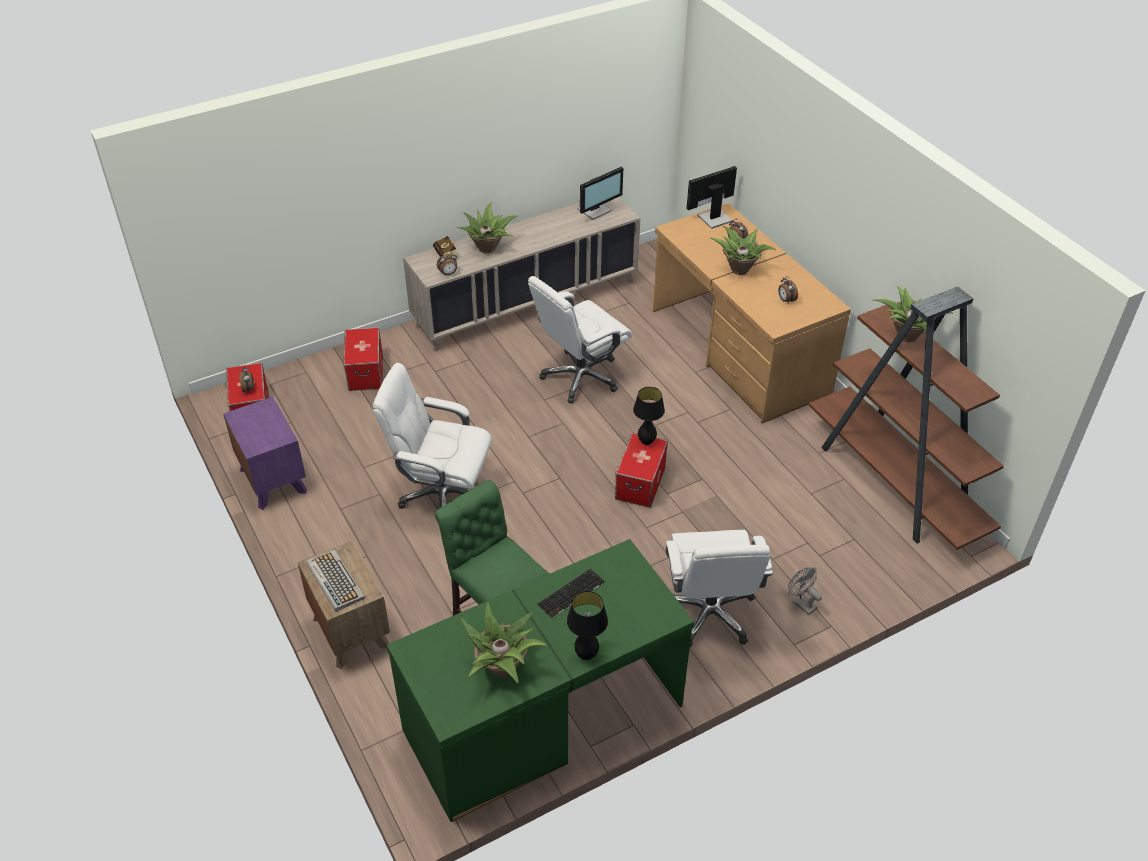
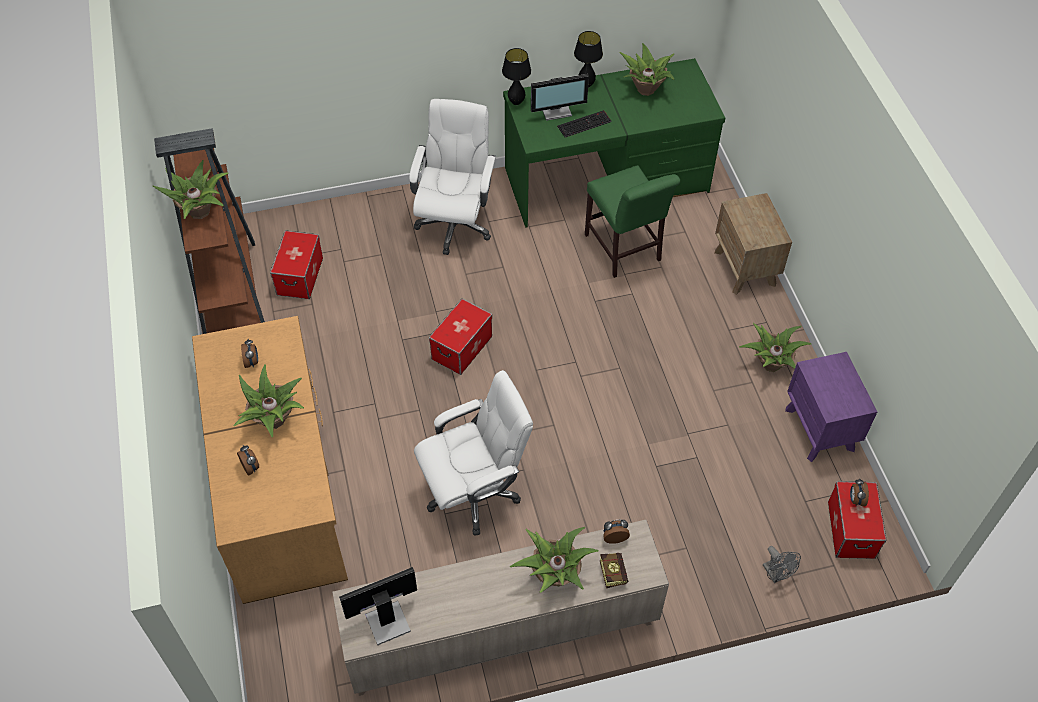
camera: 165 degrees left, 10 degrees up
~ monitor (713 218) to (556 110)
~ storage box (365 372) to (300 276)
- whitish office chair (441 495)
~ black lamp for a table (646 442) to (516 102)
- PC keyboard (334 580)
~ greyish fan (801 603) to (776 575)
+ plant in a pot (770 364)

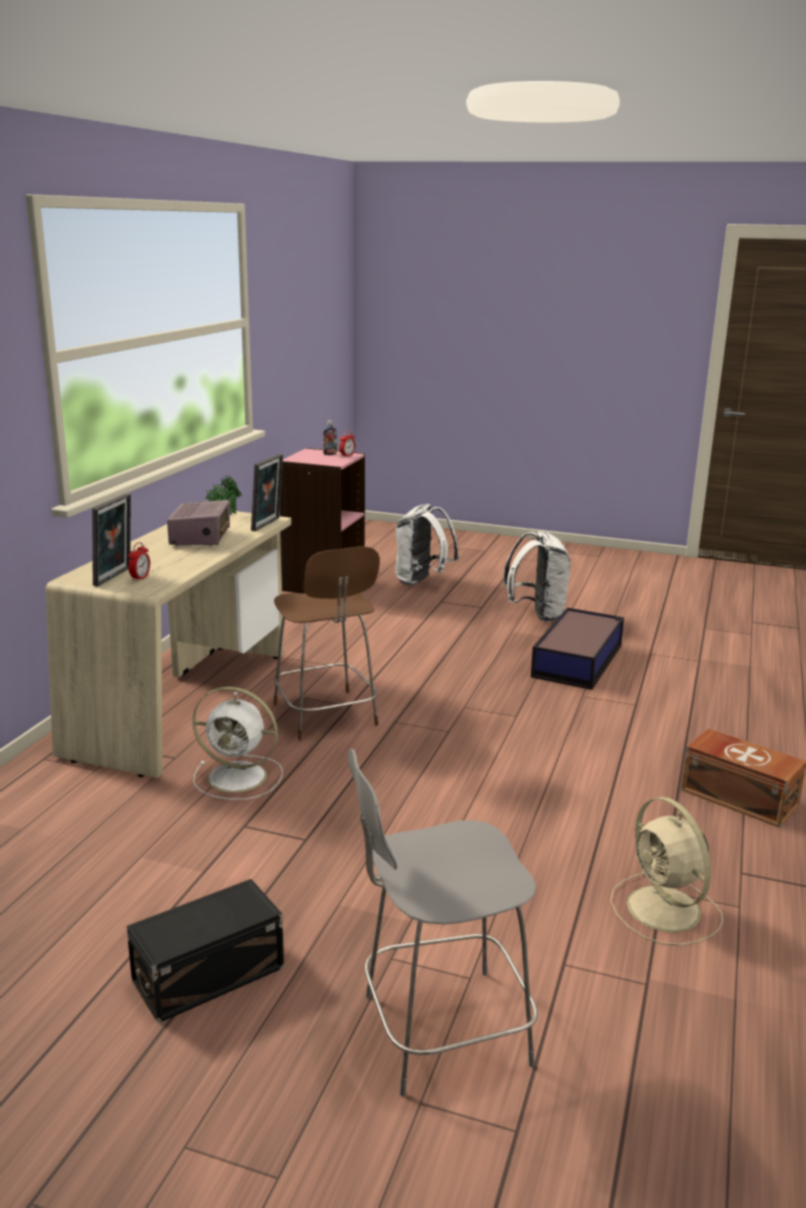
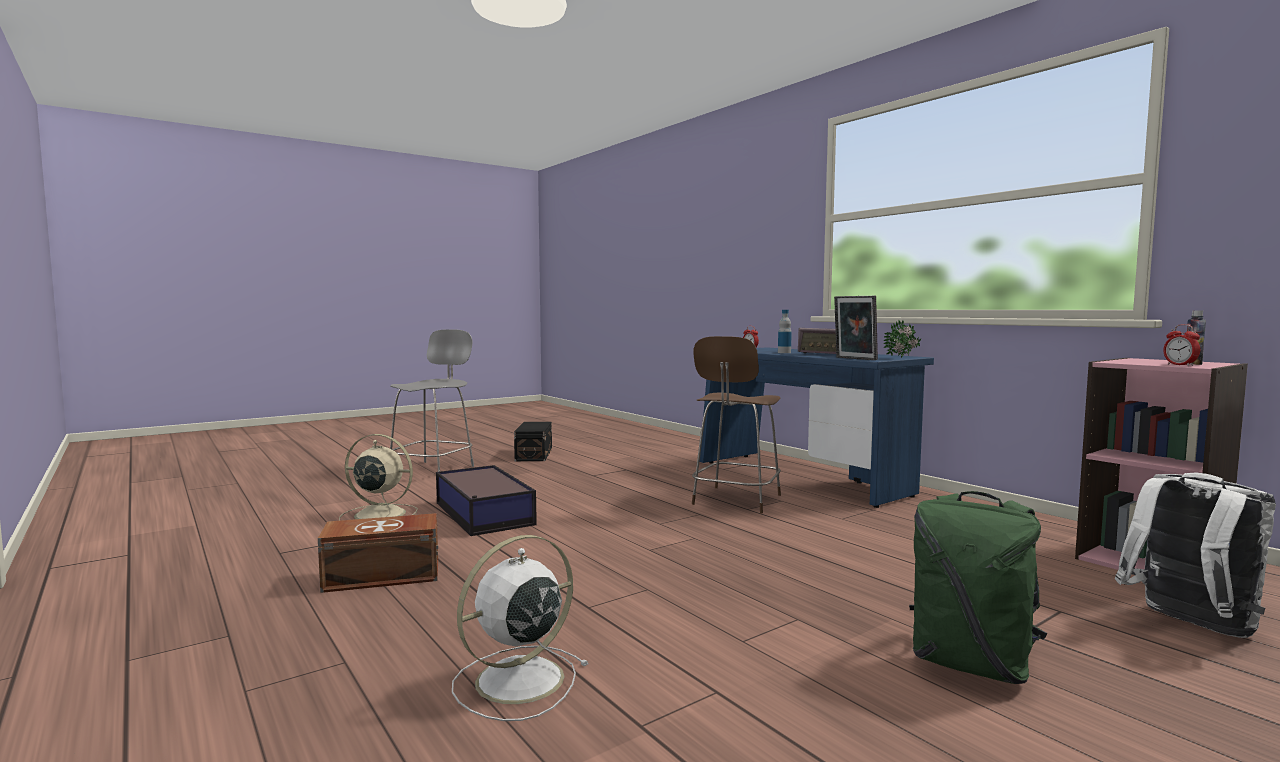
camera: 125 degrees right, 15 degrees down
- standing frame (115 577)
~ beige desk table (186 703) to bluish desk table (803 478)
~ whitish rucksack (537 614) to green-coloured rucksack (971 664)
~ brown upright chair (326 716) = (735 500) 75 degrees counterclockwise
~ storage box (578 660) to (483 514)
~ whitish fan (240 777) to (516 681)
+ bottle (784 352)

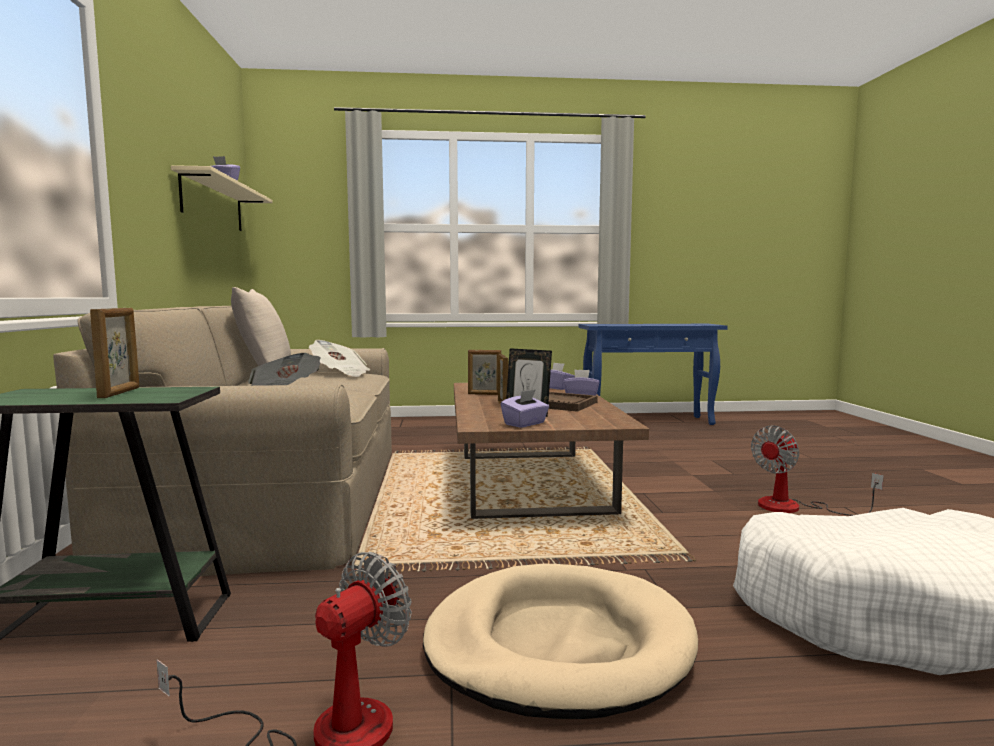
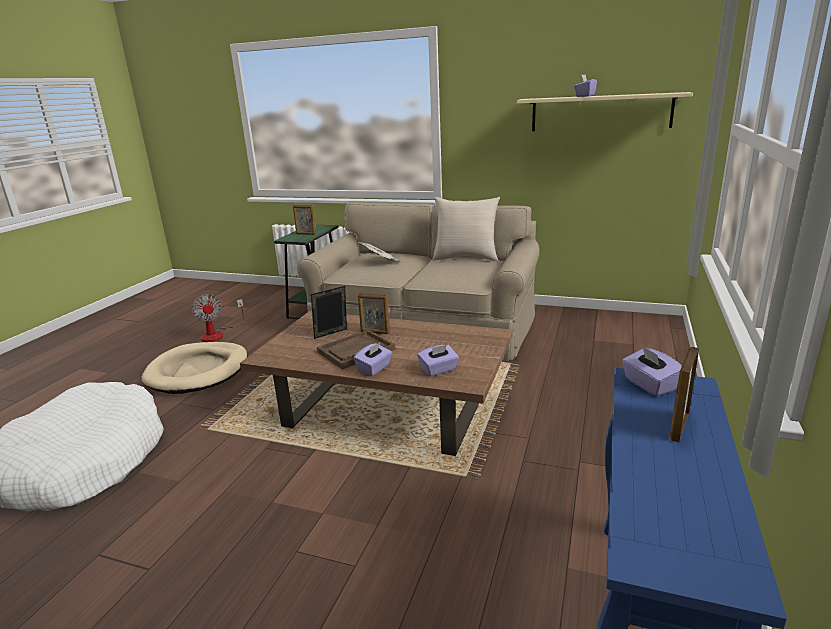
camera: 115 degrees right, 15 degrees up
- newspaper (340 374)
~ standing frame (484 394) to (679 426)
~ purple-coloured tissue box (525 424) to (649 385)
- fan (794 507)

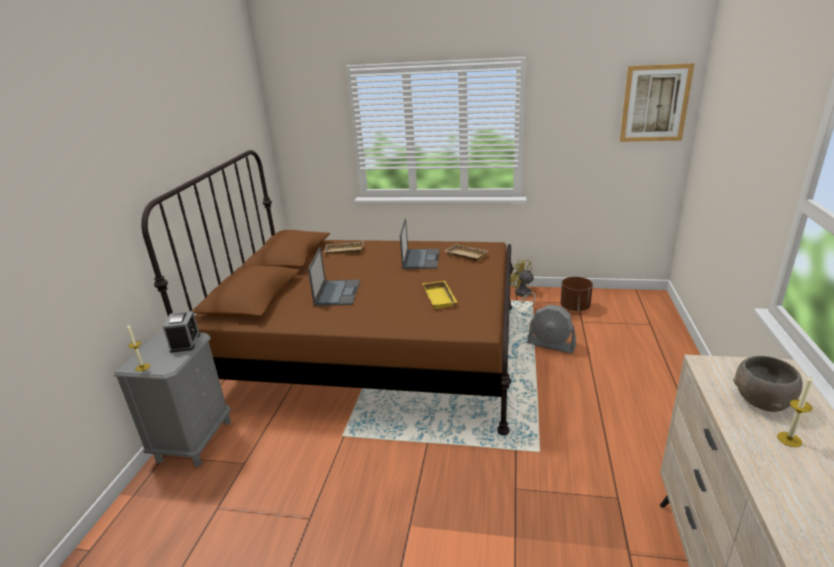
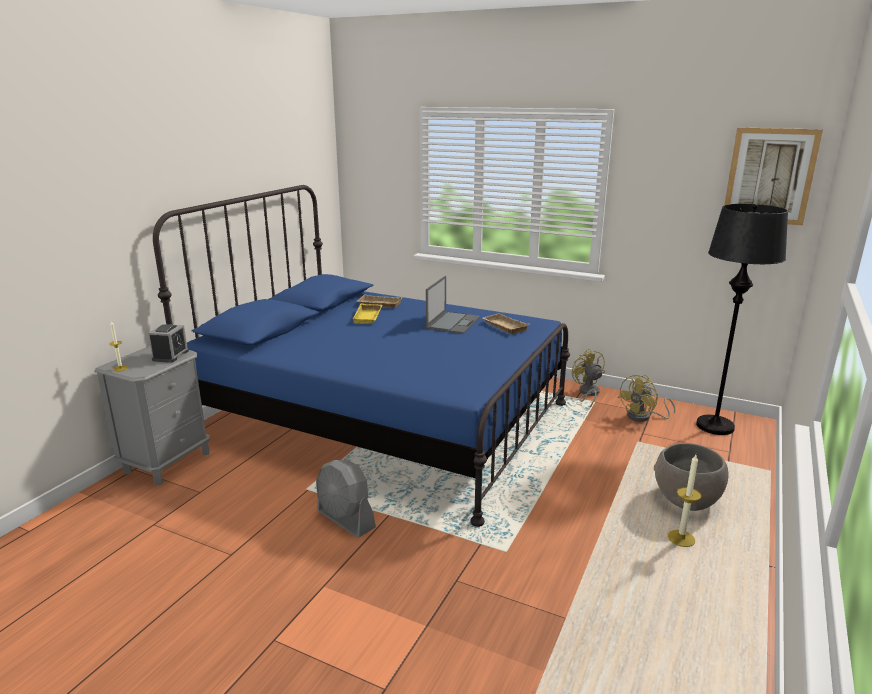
camera: 15 degrees right, 5 degrees down
~ brown bed (371 353) to bluish bed (382 419)
- portable computer (337 292)
~ brown plant pot (575 307) to yellowish fan (643 417)
~ yellowish tray (441 298) to (369 317)
~ greyish fan (551 345) to (345 519)
+ black standing lamp (715 426)

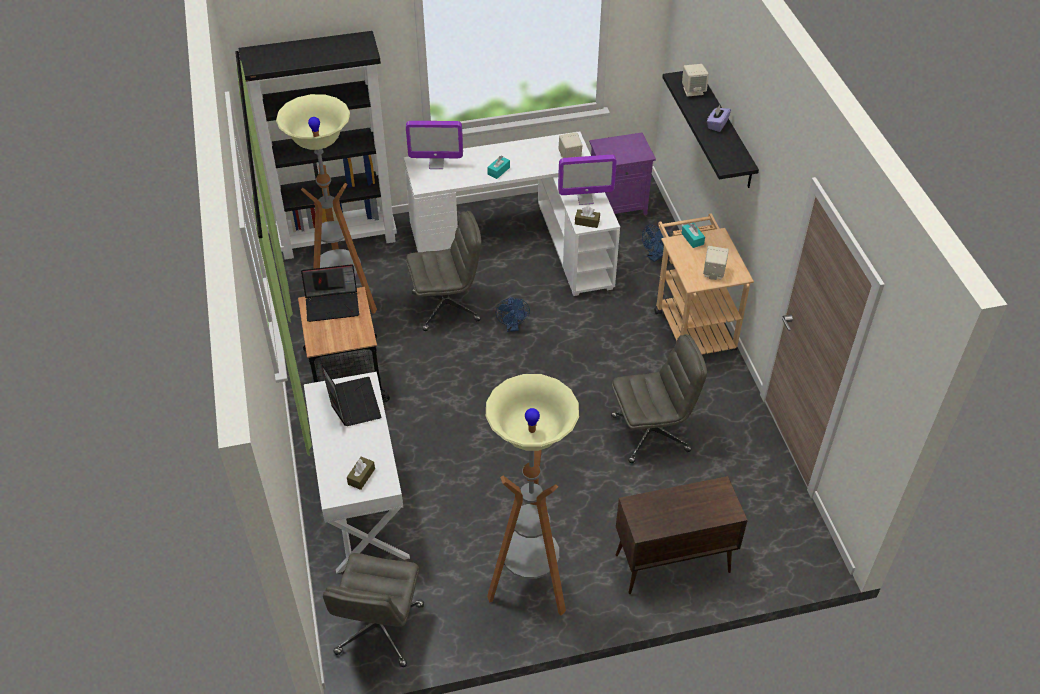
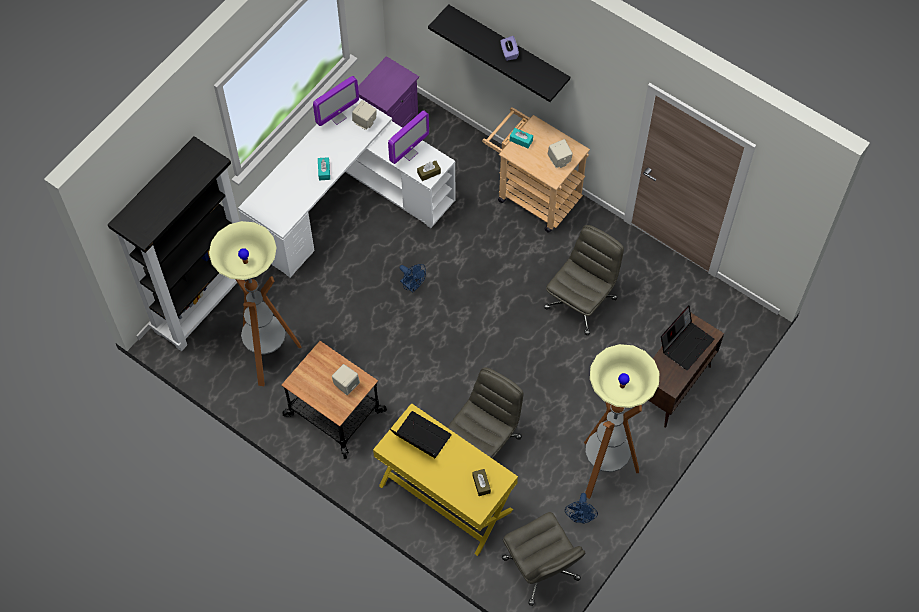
camera: 40 degrees left, 15 degrees up
~ beige speaker (693 91) to (346 385)
~ monitor (436 164) to (337 117)
~ greyish office chair (447 306) to (483 442)
~ bluish fan (654 257) to (580 517)
~ portable computer (333 304) to (685 343)
~ whitish desk table (361 505) to yellowish desk table (445 498)

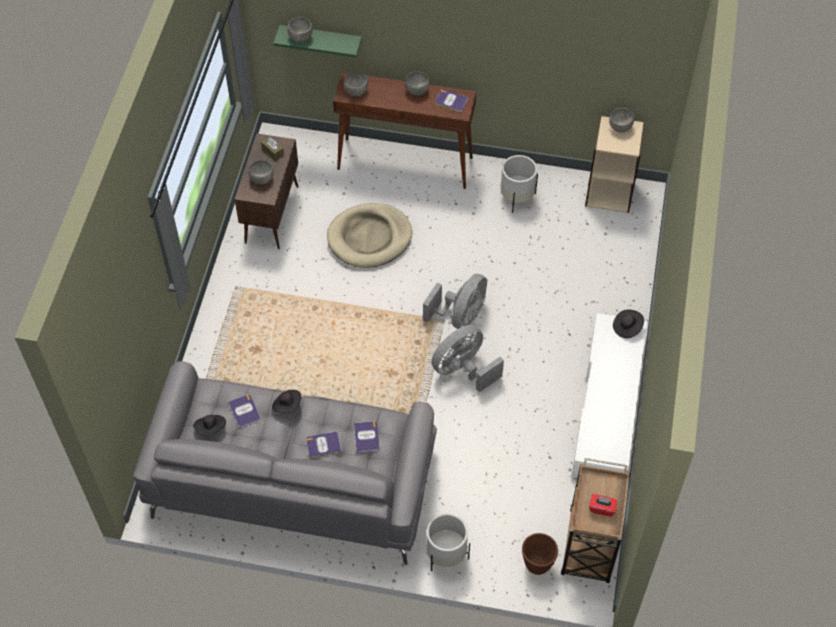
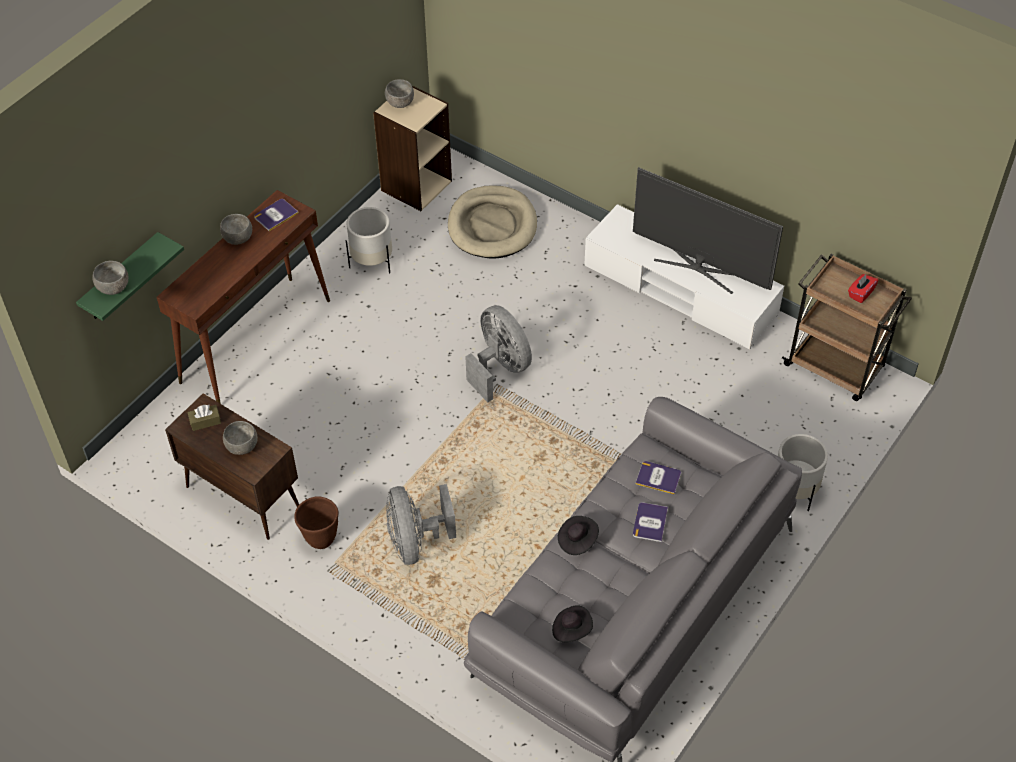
camera: 65 degrees left, 5 degrees down
- greyish serving bowl (356 91)
~ beige pet bed (369 238) to (492 225)
- black hat (627 327)
~ greyish fan (463 369) to (415 542)
- volume (244 411)
~ brown plant pot (537 564) to (320 539)
+ TV (699 267)

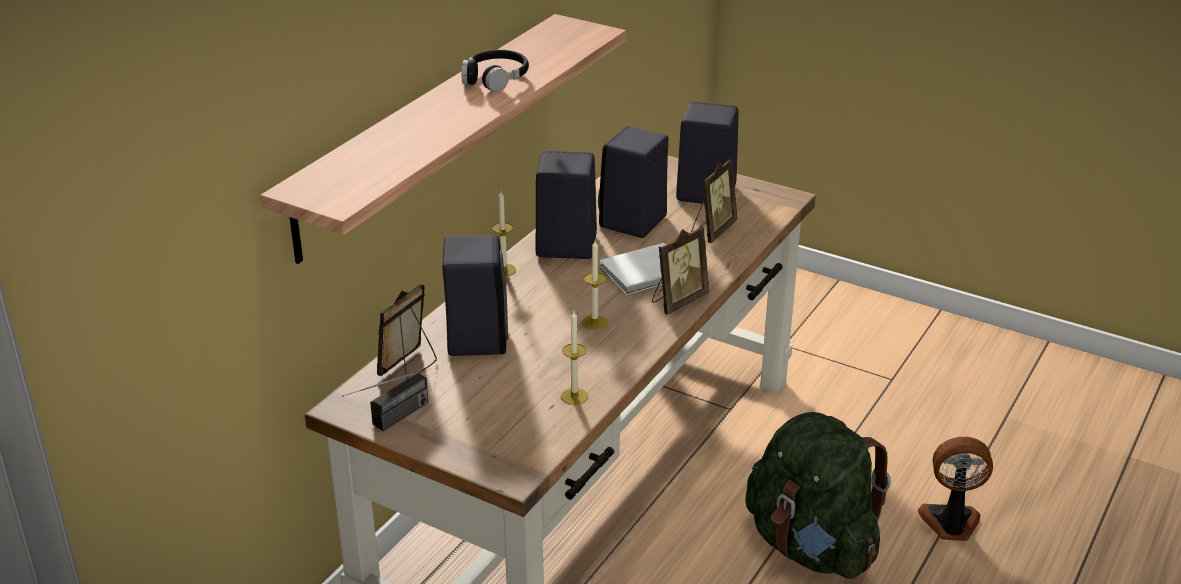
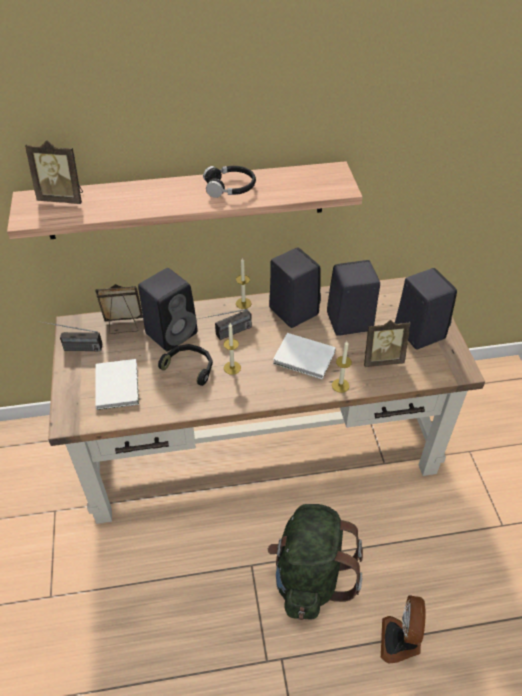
camera: 50 degrees right, 15 degrees up
~ standing frame (677 301) to (63 198)
~ candle (574 396) to (340 385)
~ fan (950 524) = (400 641) 135 degrees counterclockwise
+ radio (225 335)
+ black headphones (190 367)
+ whitish volume (118 384)

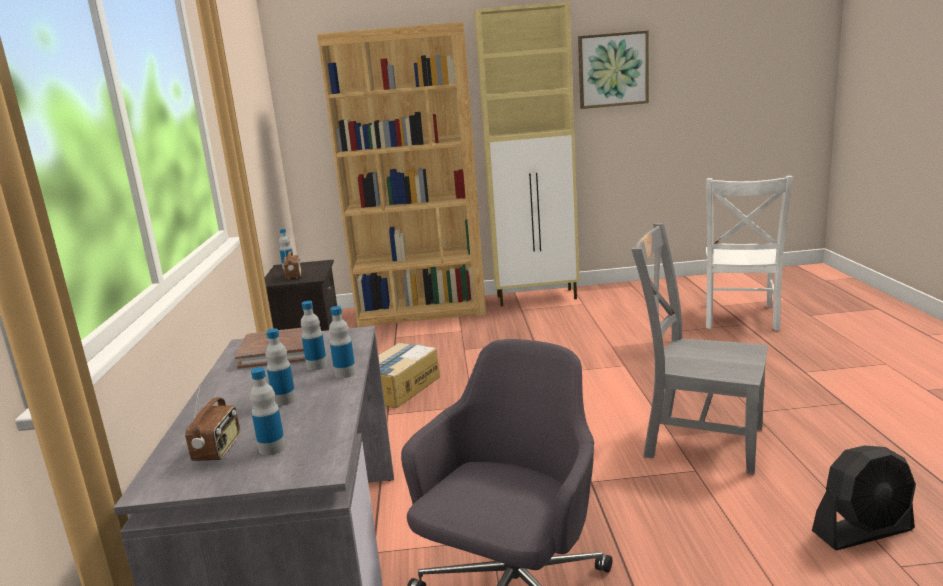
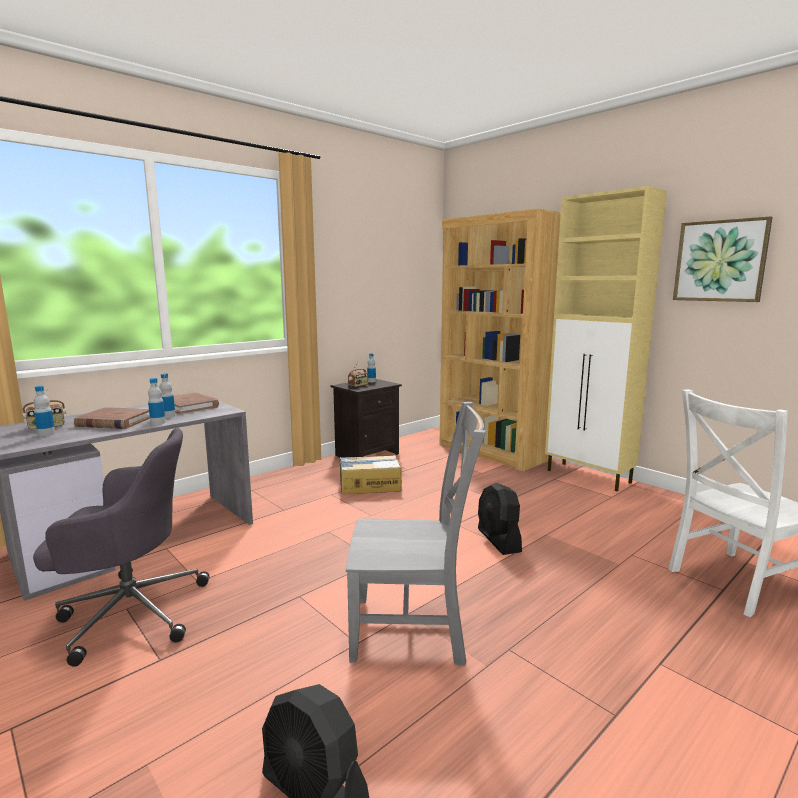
camera: 50 degrees right, 5 degrees down
~ greyish upright chair (698 440) = (414 629) 105 degrees clockwise
~ bottle (284 400) to brown volume (114 422)
+ black fan (498 540)

